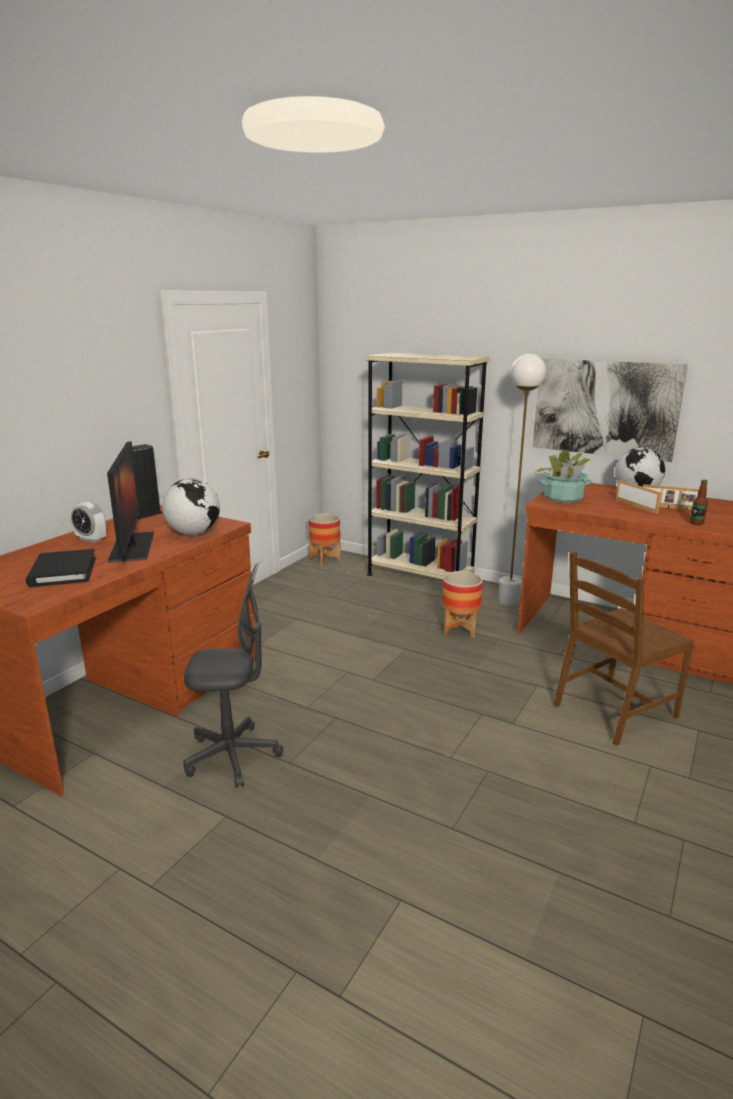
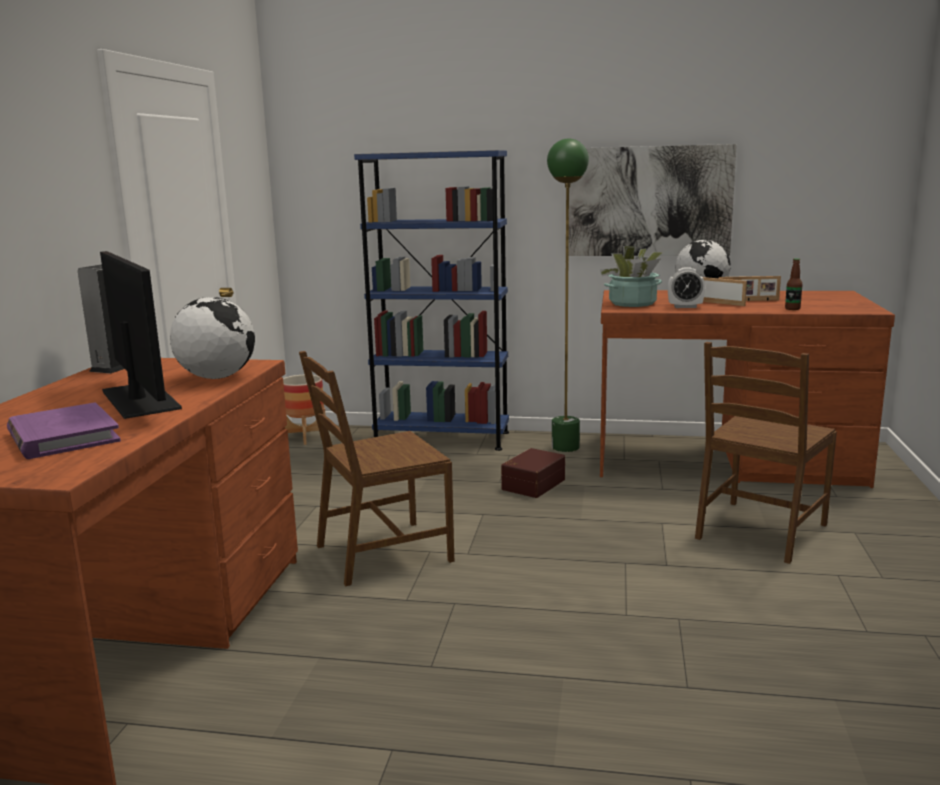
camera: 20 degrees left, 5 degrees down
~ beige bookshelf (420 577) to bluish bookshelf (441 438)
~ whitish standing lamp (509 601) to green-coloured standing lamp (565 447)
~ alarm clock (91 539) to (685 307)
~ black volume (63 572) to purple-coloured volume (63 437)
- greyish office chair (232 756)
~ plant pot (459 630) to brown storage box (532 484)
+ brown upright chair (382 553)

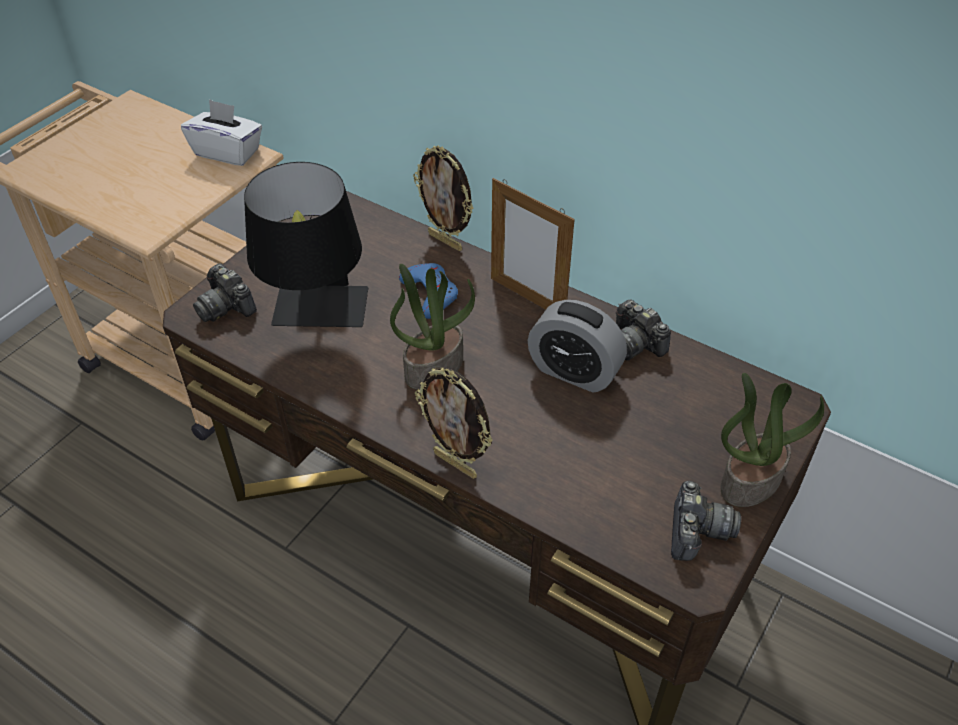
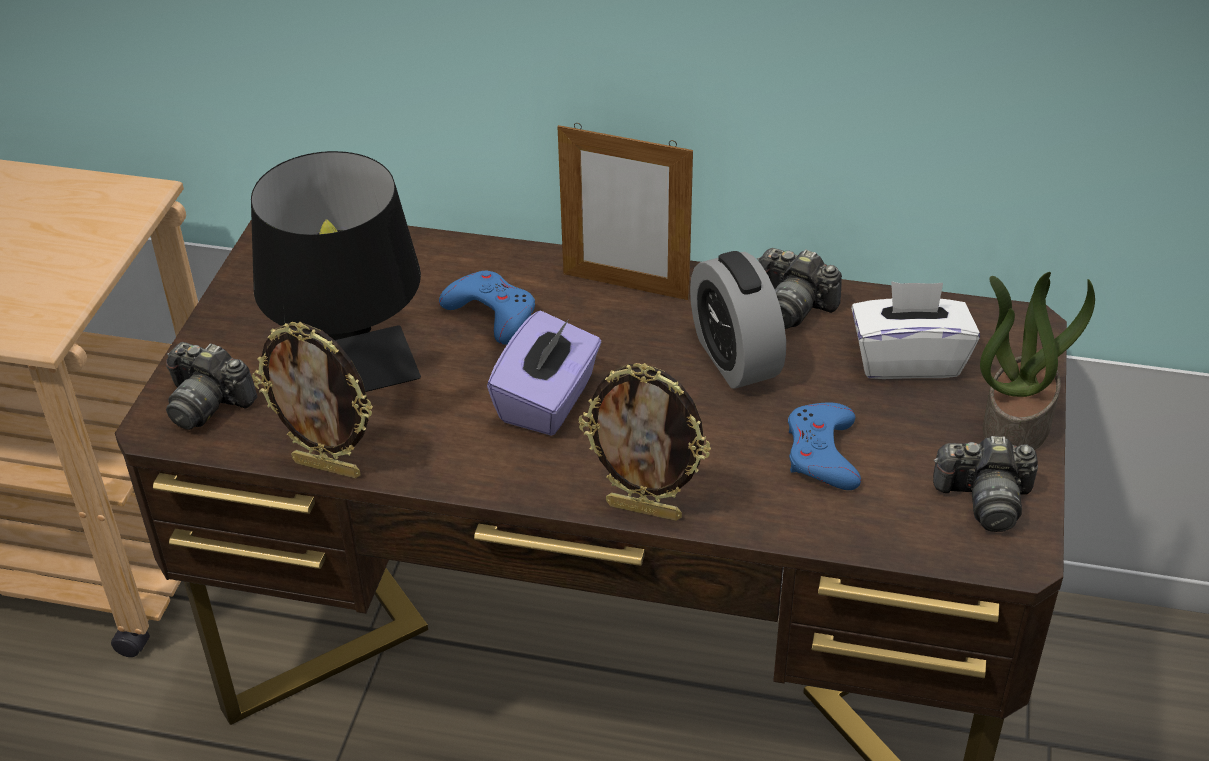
camera: 20 degrees left, 5 degrees down
~ whitish tissue box (228 152) to (908 359)
~ standing frame (446 241) to (328 467)
~ plant in a pot (434 366) to purple-coloured tissue box (548 401)
~ alarm clock (574 371) = (735 358) 60 degrees clockwise
~ still camera (696 532) = (984 500) 105 degrees clockwise
+ bluish gamepad (822 453)

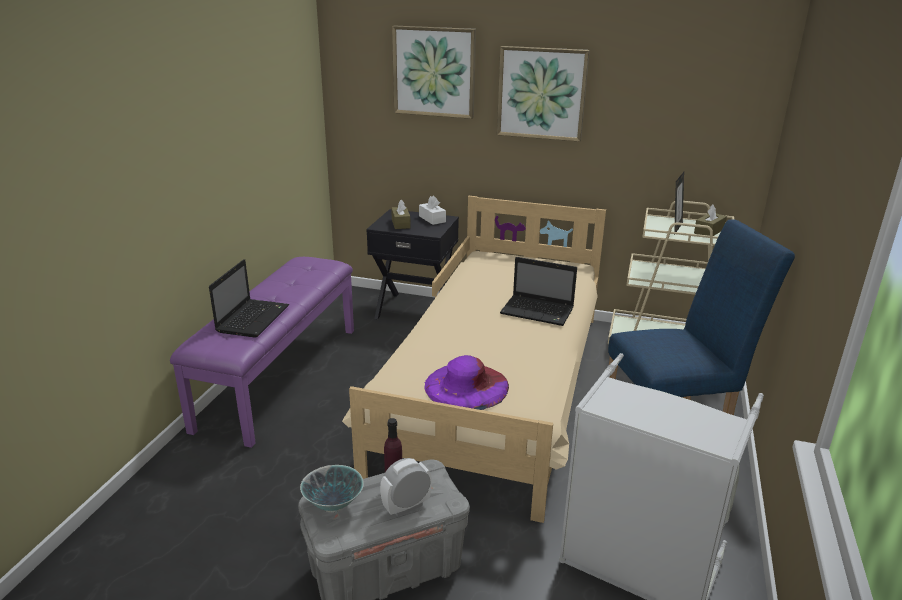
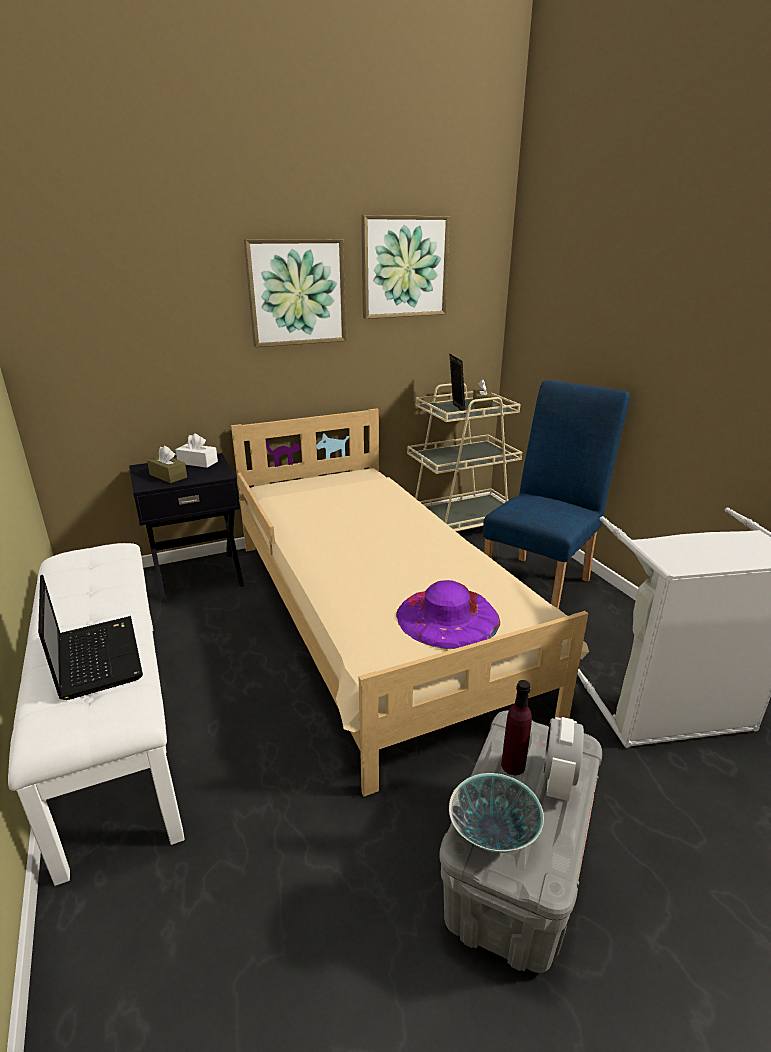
camera: 40 degrees left, 0 degrees up
~ wall picture (434 72) to (404 267)
~ purple-coloured indoor bench (279 376) to whitish indoor bench (113 725)
- portable computer (538 312)

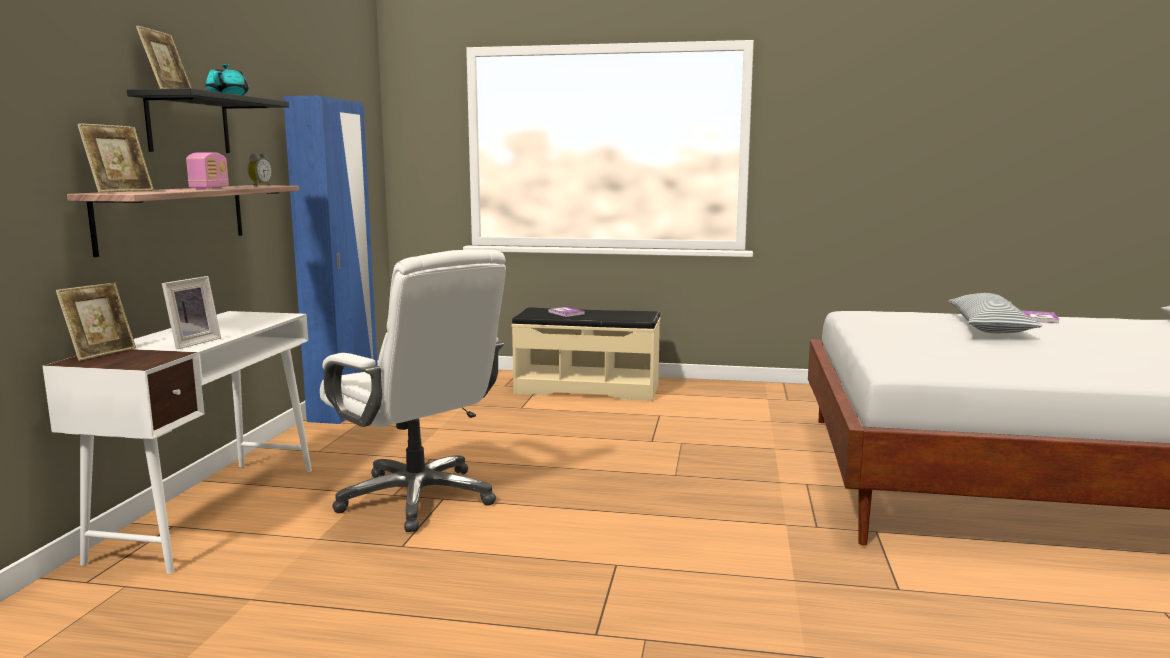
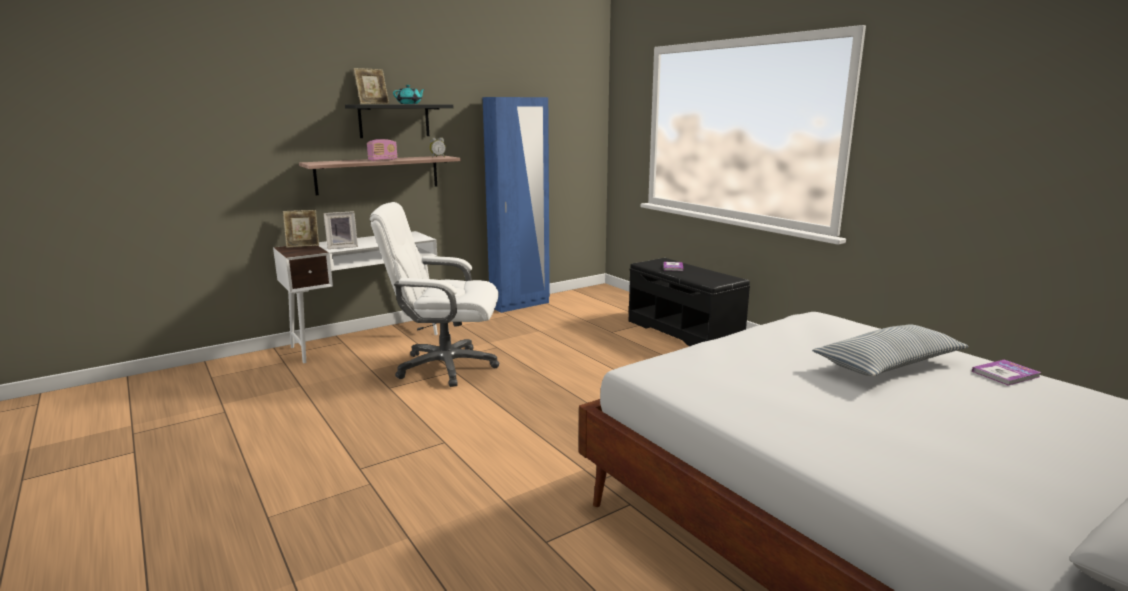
camera: 45 degrees right, 5 degrees up
- standing frame (120 191)
~ whitish office chair (418 498) = (445 367) 90 degrees clockwise
~ beige indoor bench (587 388) to black indoor bench (684 331)

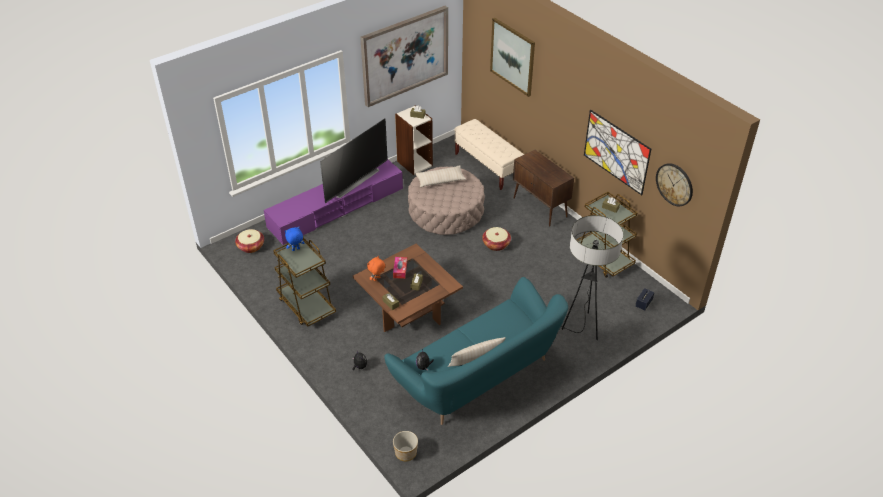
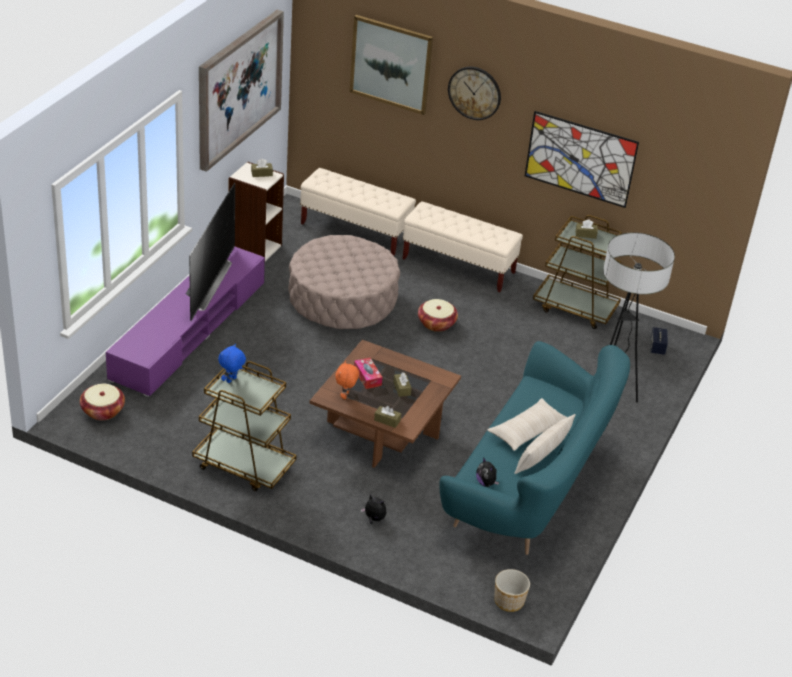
camera: 30 degrees left, 5 degrees down
~ brown cabinet (540 208) to beige indoor bench (459 266)
~ hanging clock (674 184) to (474 93)
~ beige cushion (440 180) to (527 431)

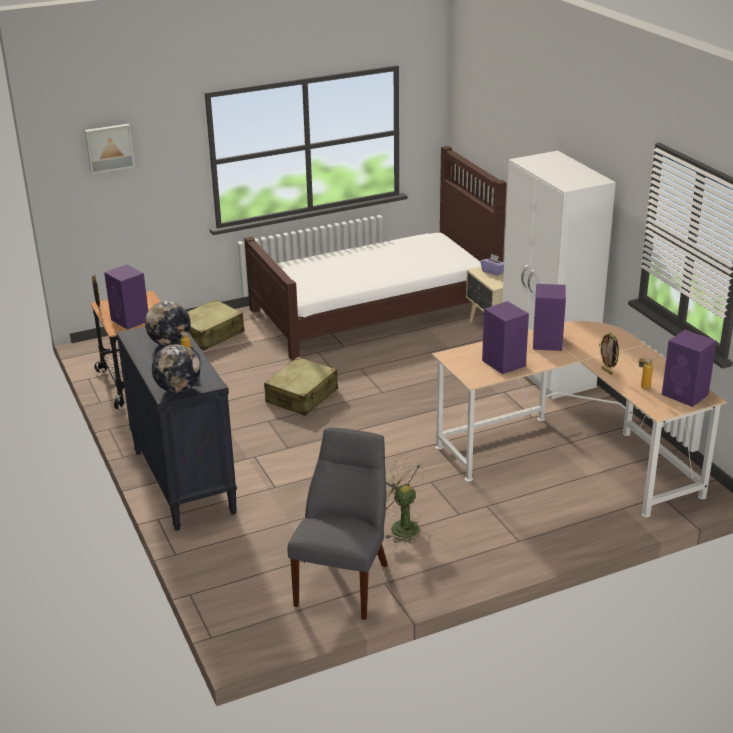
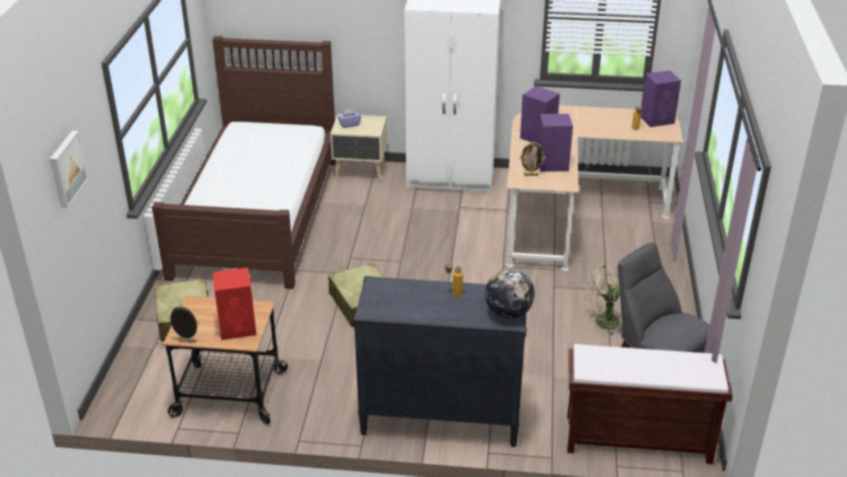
camera: 60 degrees left, 5 degrees up
~ purple-coloured speaker (130 320) to reddish speaker (239 327)
- world globe (170 343)
~ standing frame (607 371) to (531 175)
+ brown indoor bench (636 440)

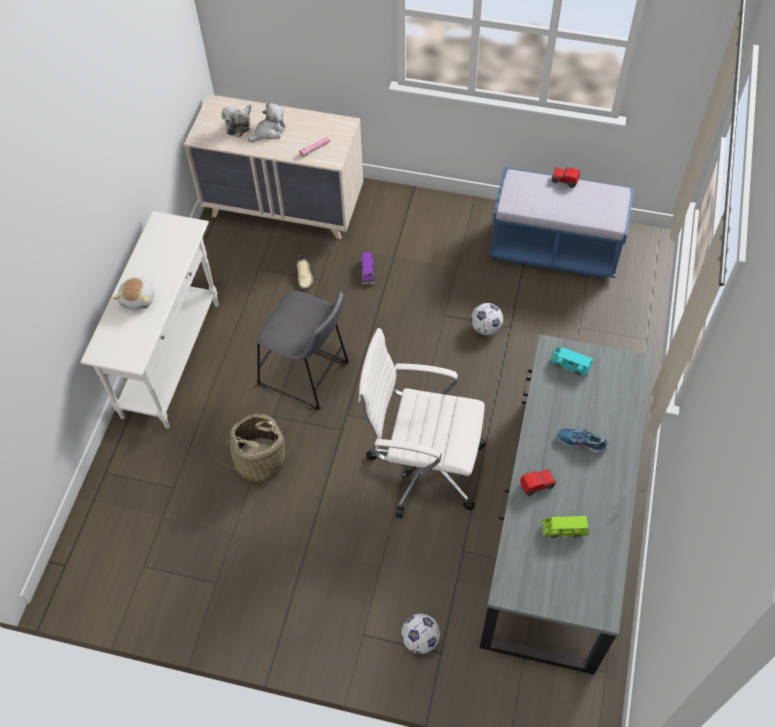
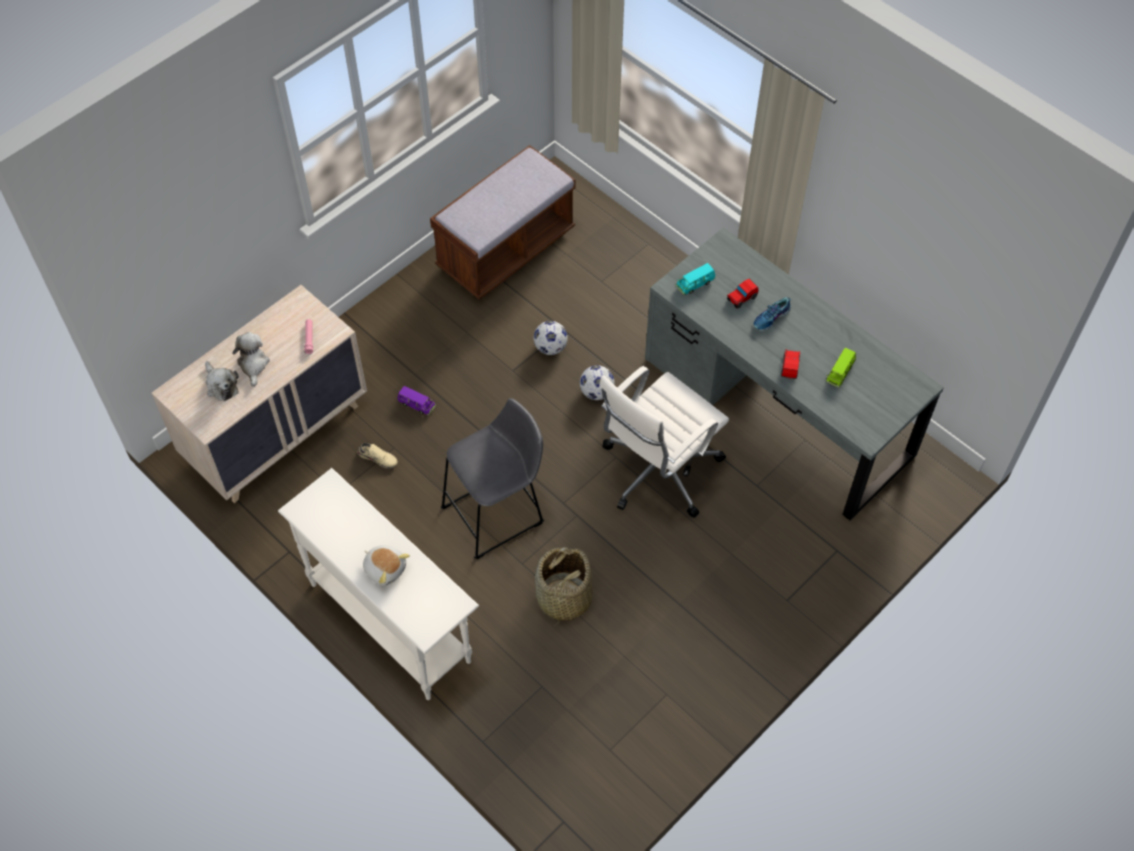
camera: 60 degrees left, 0 degrees up
~ bluish indoor bench (554 249) to brown indoor bench (506 250)
~ toy car (564 180) to (741 298)
~ ball for football (420 639) to (596 392)

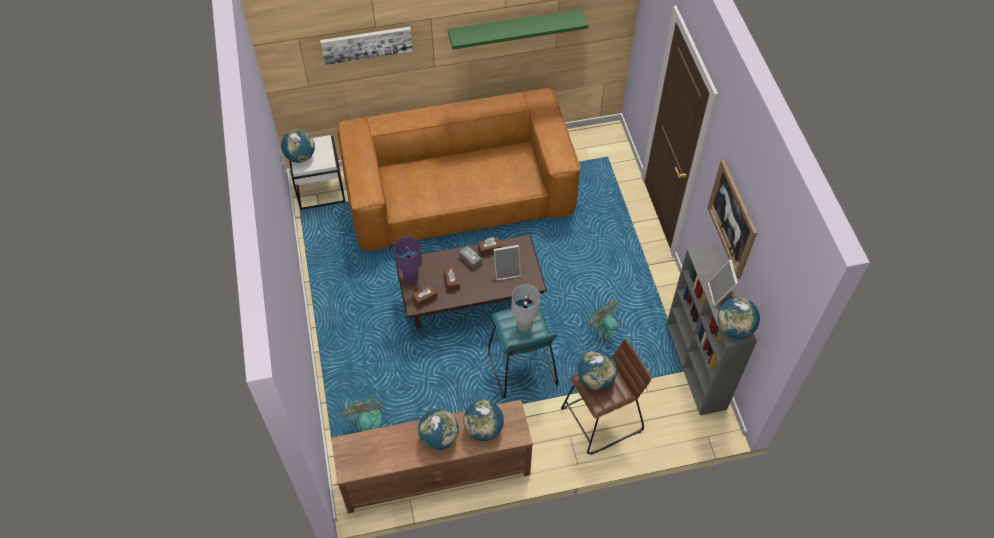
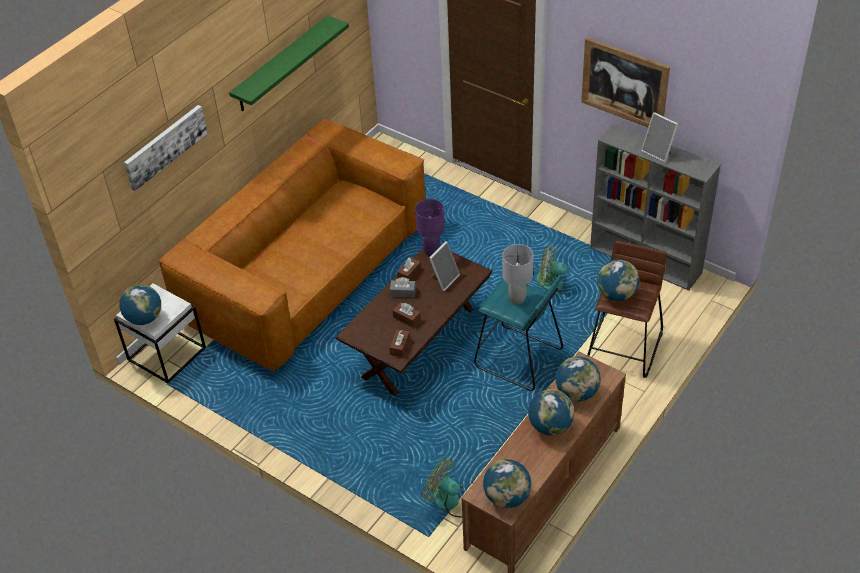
camera: 40 degrees left, 10 degrees down
~ purple-coloured lamp for a table (411 277) to (432 251)
~ world globe (734 328) to (507 497)

